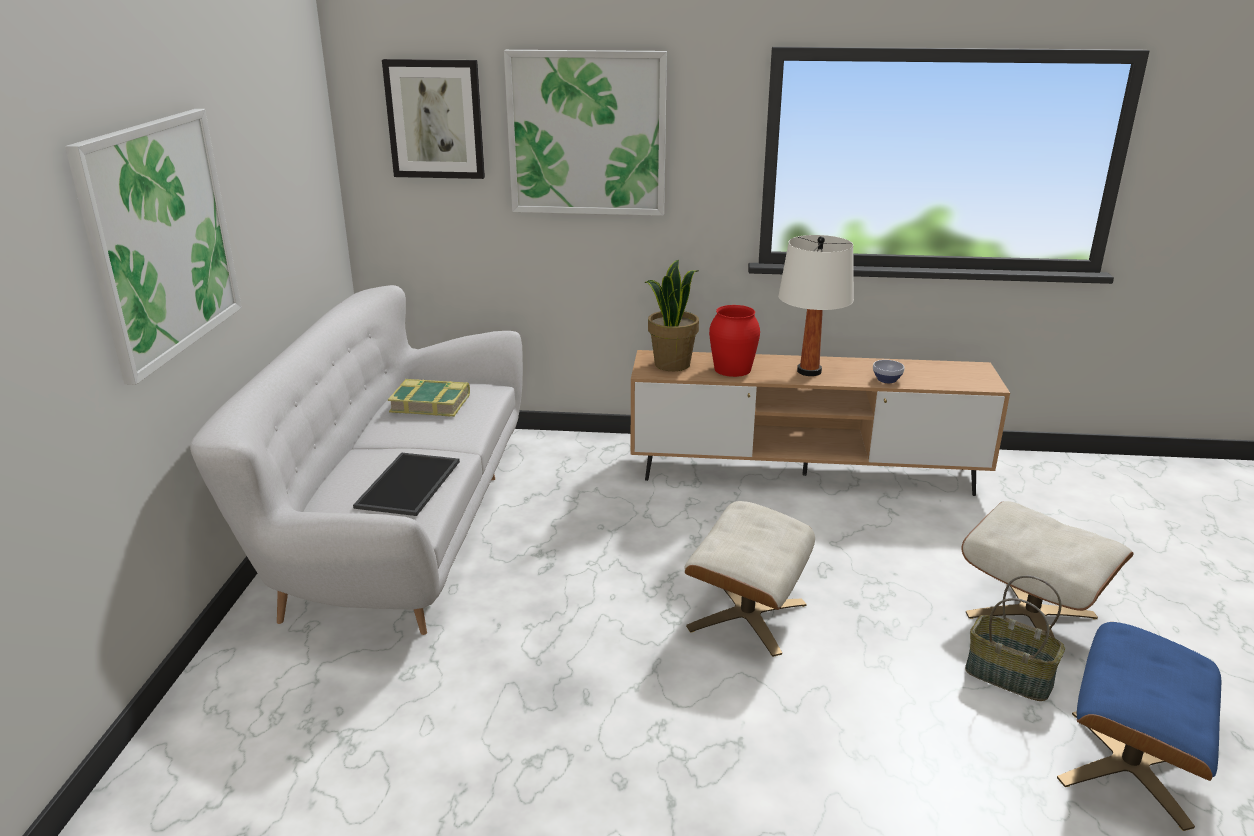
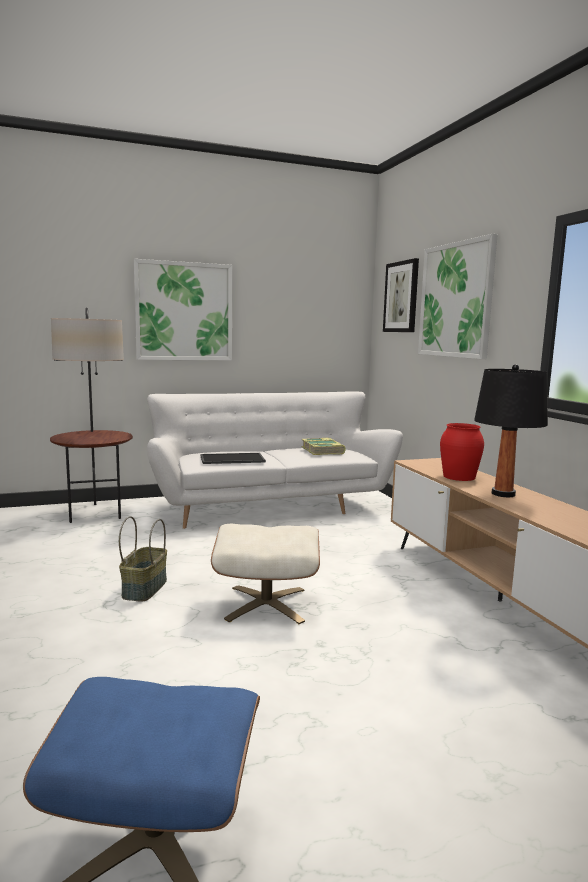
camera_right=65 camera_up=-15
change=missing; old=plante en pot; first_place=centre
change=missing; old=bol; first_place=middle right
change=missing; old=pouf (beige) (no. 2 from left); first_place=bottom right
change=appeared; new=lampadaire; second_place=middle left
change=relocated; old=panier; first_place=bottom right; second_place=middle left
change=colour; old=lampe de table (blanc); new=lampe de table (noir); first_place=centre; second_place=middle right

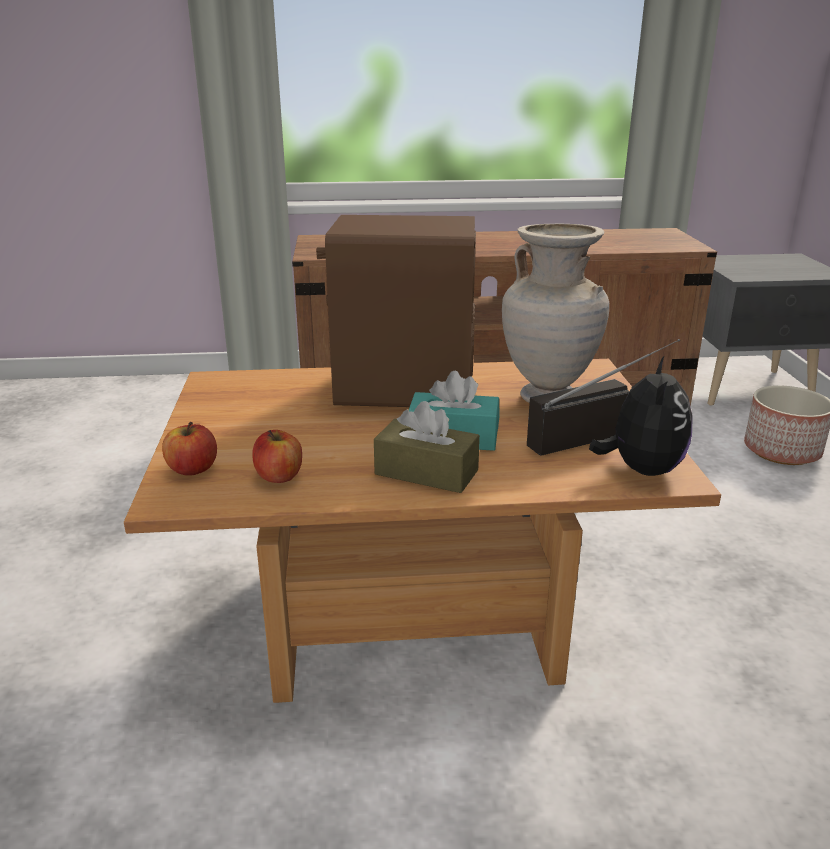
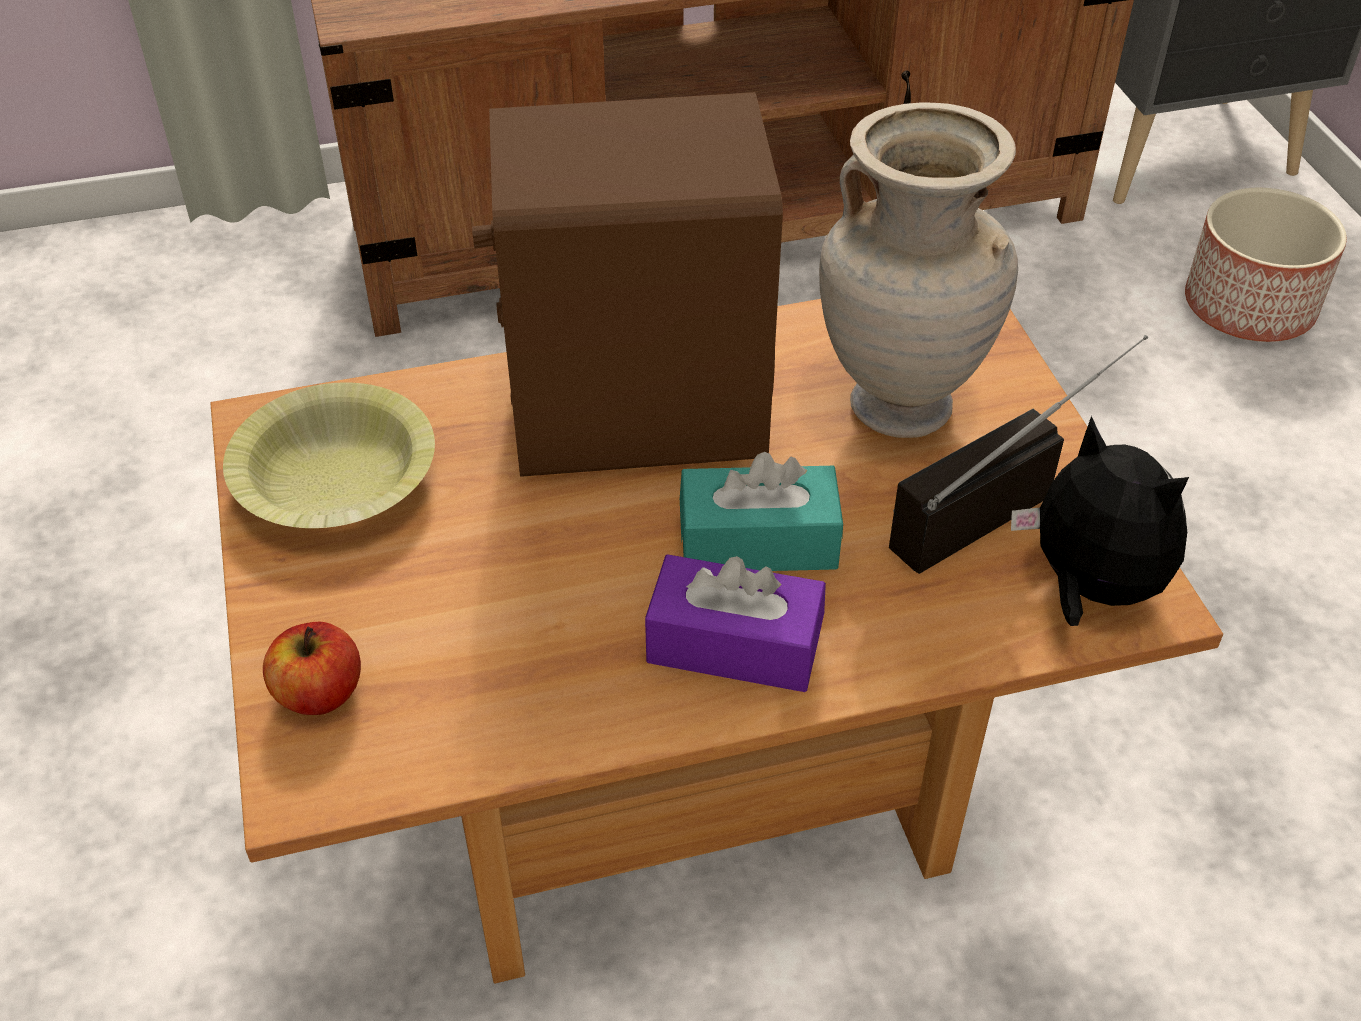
camera_right=-10 camera_up=20
change=missing; old=pomme (no. 2 from left); first_place=centre
change=appeared; new=bol (jaune); second_place=middle left
change=colour; old=boîte à mouchoirs (marron); new=boîte à mouchoirs (violet); first_place=centre; second_place=centre
change=spun; old=peluche; first_place=middle right; second_place=middle right; degrees=-45

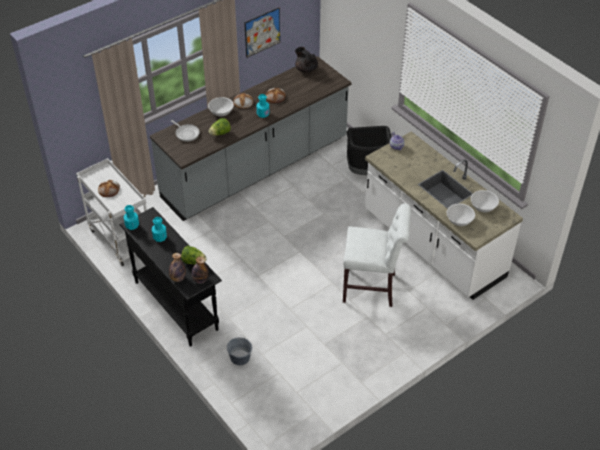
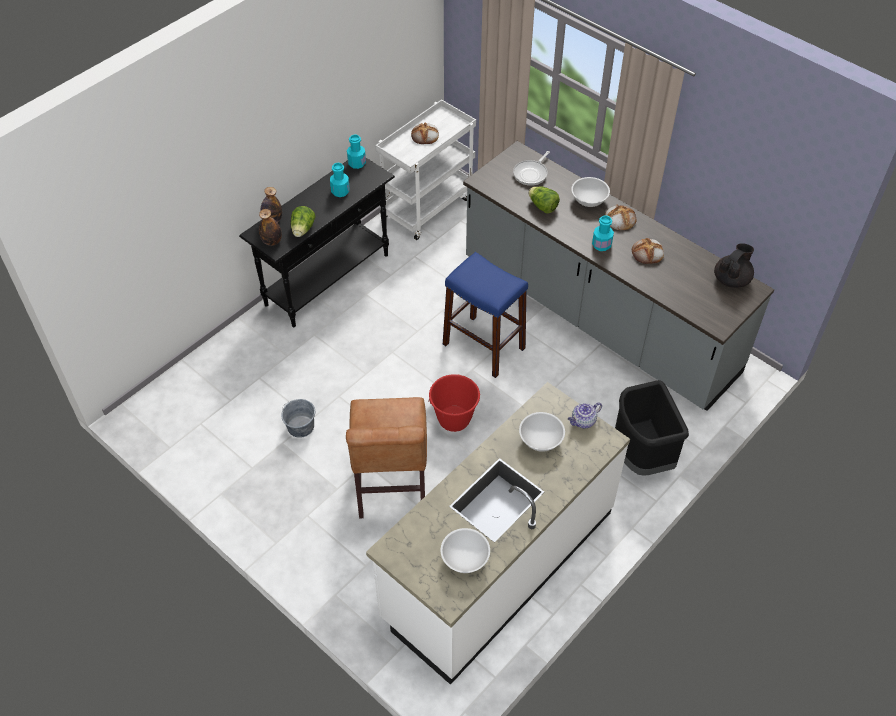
camera_right=80 camera_up=5
change=missing; old=tableau; first_place=top centre
change=appeared; new=seau (rouge); second_place=centre
change=appeared; new=tabouret (bleu); second_place=centre
change=relocated; old=seau (gris); first_place=bottom centre; second_place=middle left
change=relocated; old=bol (blanc) (no. 2 from left); first_place=middle right; second_place=centre
change=colour; old=chaise (blanc); new=chaise (marron); first_place=centre; second_place=centre

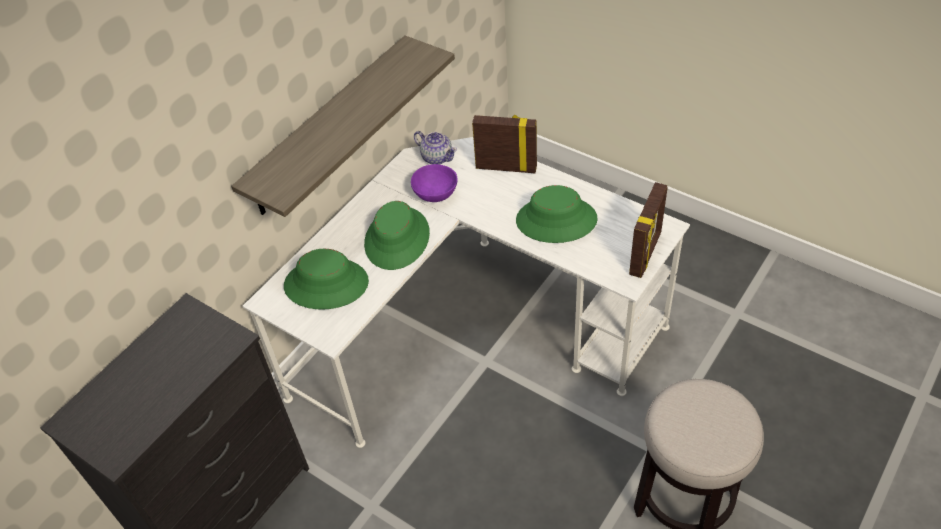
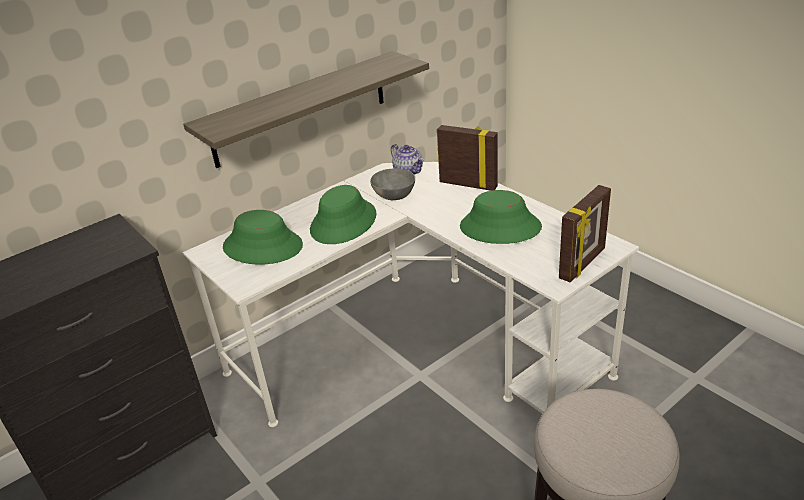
camera_right=15 camera_up=-15
change=colour; old=bol (violet); new=bol (gris); first_place=centre; second_place=centre

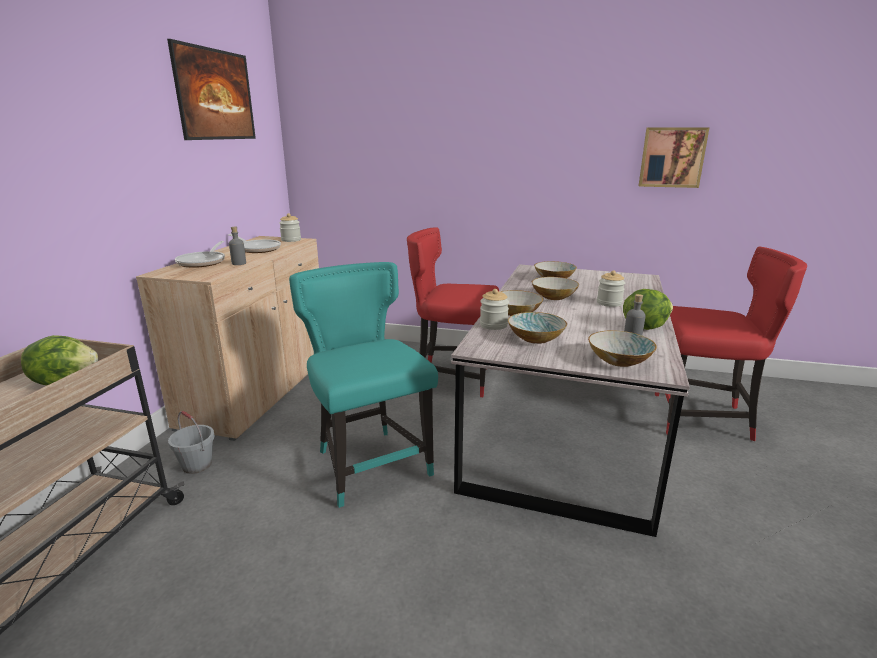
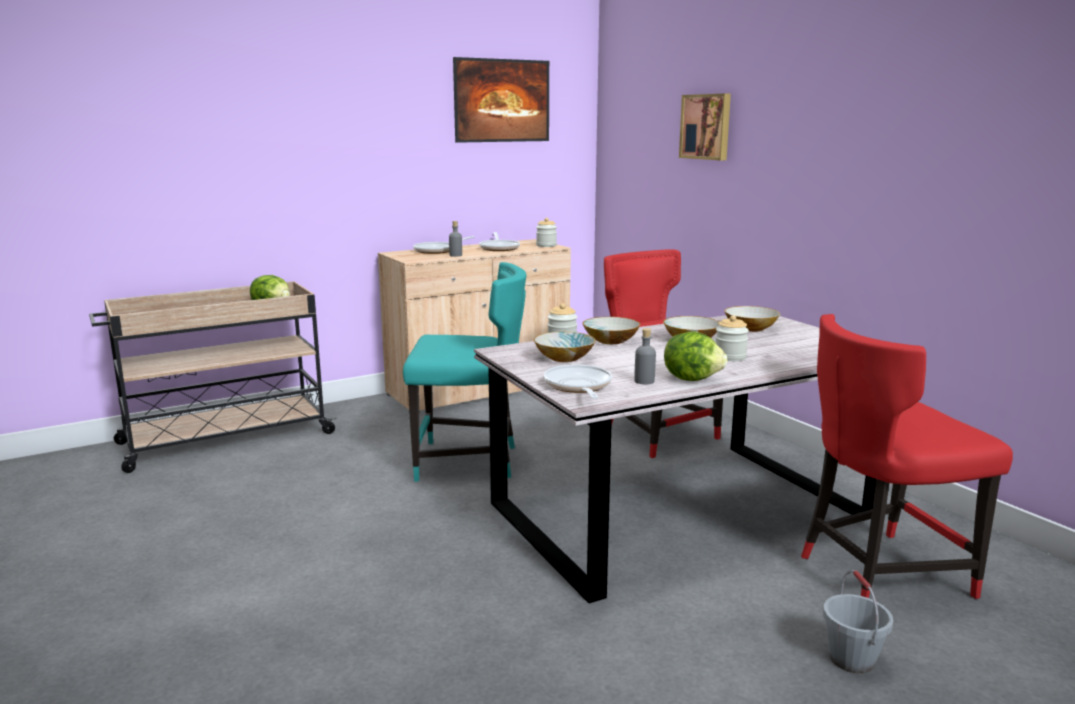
camera_right=45 camera_up=-5
change=relocated; old=seau (gris); first_place=bottom left; second_place=bottom right
change=relocated; old=tableau (no. 2 from left); first_place=top right; second_place=top centre
change=exchanged; old=bol (no. 5 from left); new=poêle (no. 3 from left); first_place=middle right; second_place=centre
change=spun; old=chaise (turquoise); first_place=centre; second_place=centre; degrees=75
change=spun; old=chaise (rouge) (no. 2 from left); first_place=middle right; second_place=middle right; degrees=105

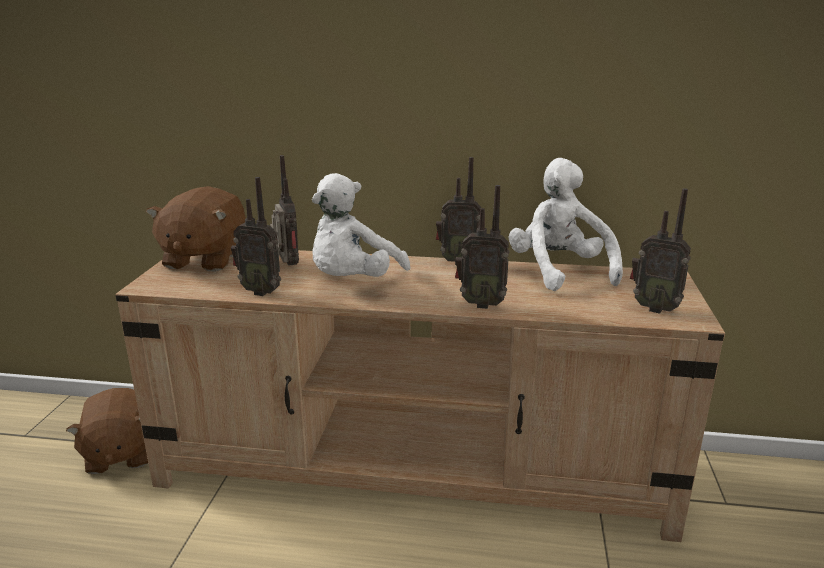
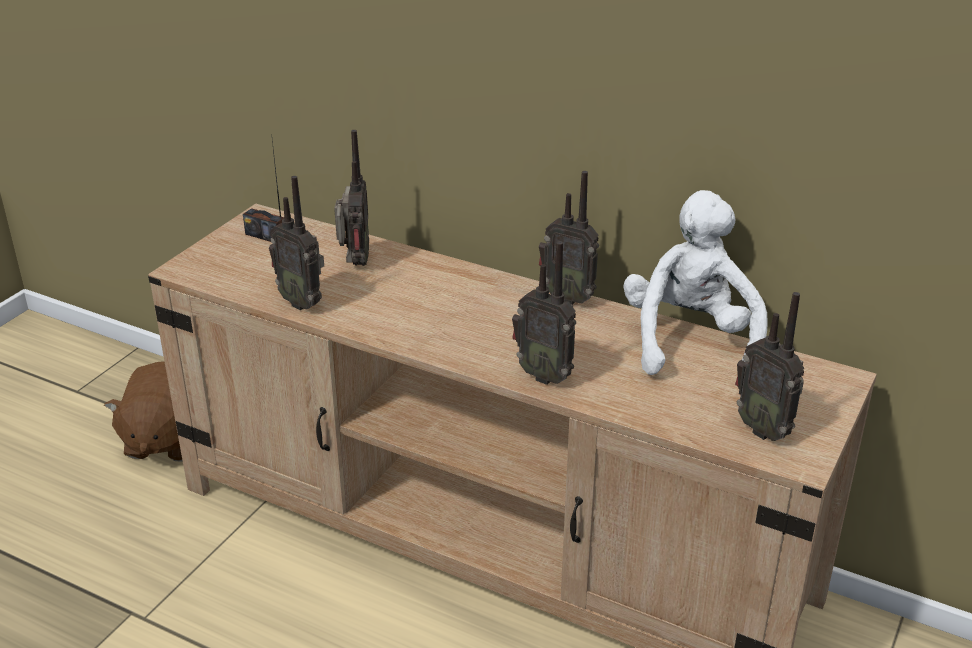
camera_right=20 camera_up=10
change=missing; old=peluche (blanc) (no. 1 from left); first_place=centre
change=exchanged; old=peluche (marron) (no. 2 from left); new=radio (no. 1 from left); first_place=middle left; second_place=top left

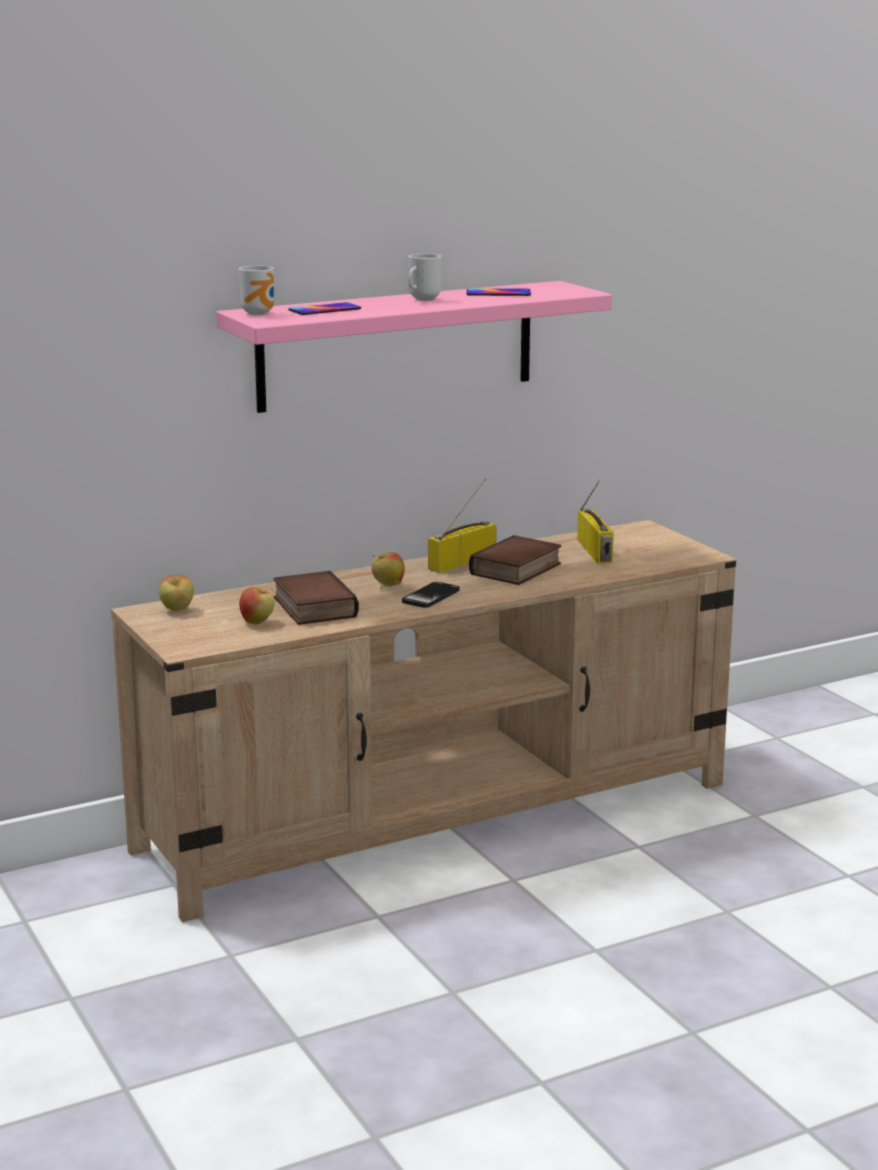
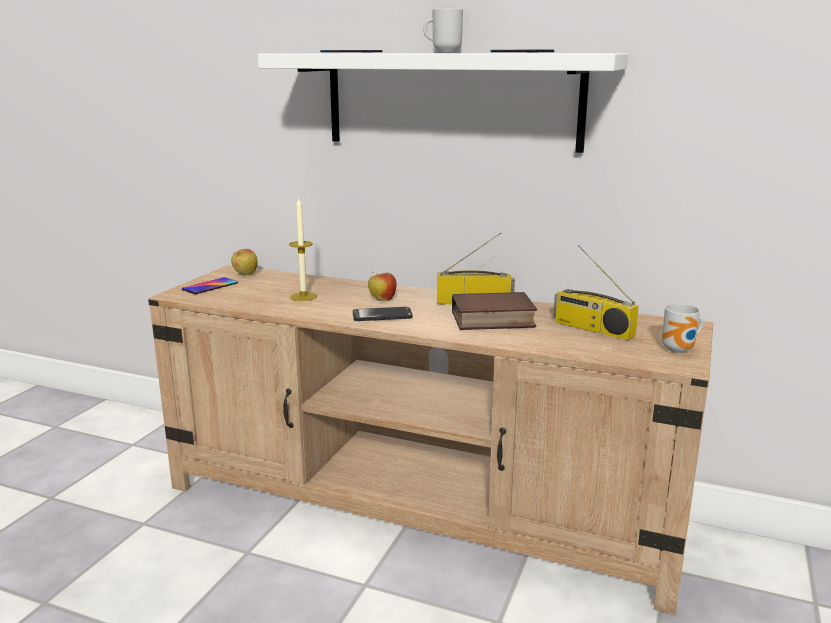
camera_right=50 camera_up=0
change=missing; old=pomme (no. 2 from left); first_place=middle left
change=appeared; new=téléphone (no. 1 from left); second_place=middle left
change=relocated; old=mug (no. 1 from left in the first image); new=mug (no. 2 from left); first_place=top left; second_place=middle right
change=exchanged; old=livre (no. 1 from left); new=bougie; first_place=centre; second_place=centre
change=colour; old=étagère (rose); new=étagère (blanc); first_place=top centre; second_place=top centre
change=spun; old=radio (no. 2 from left); first_place=middle right; second_place=middle right; degrees=90

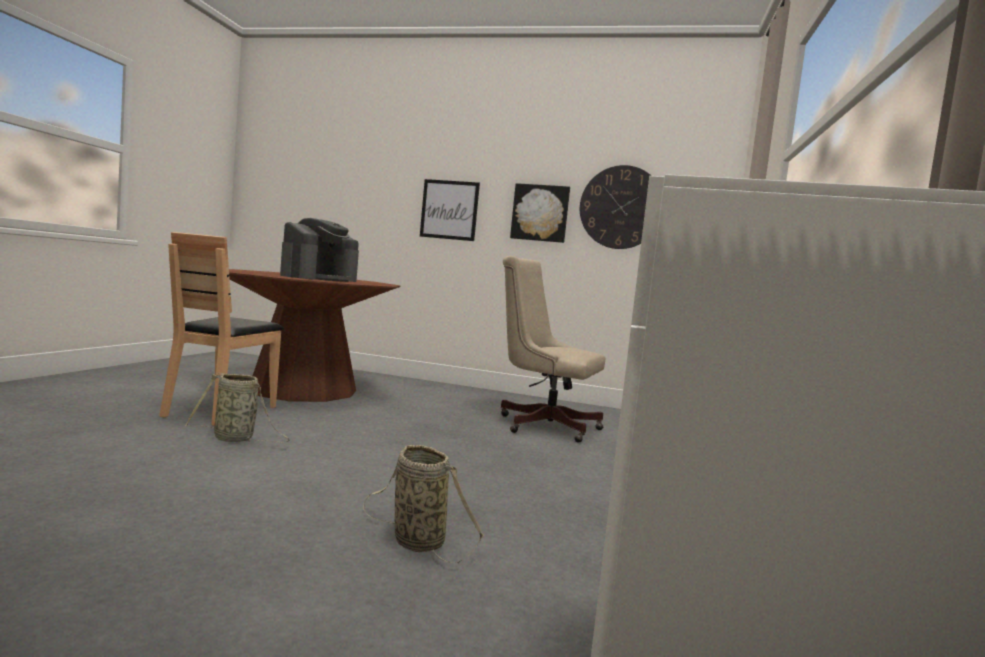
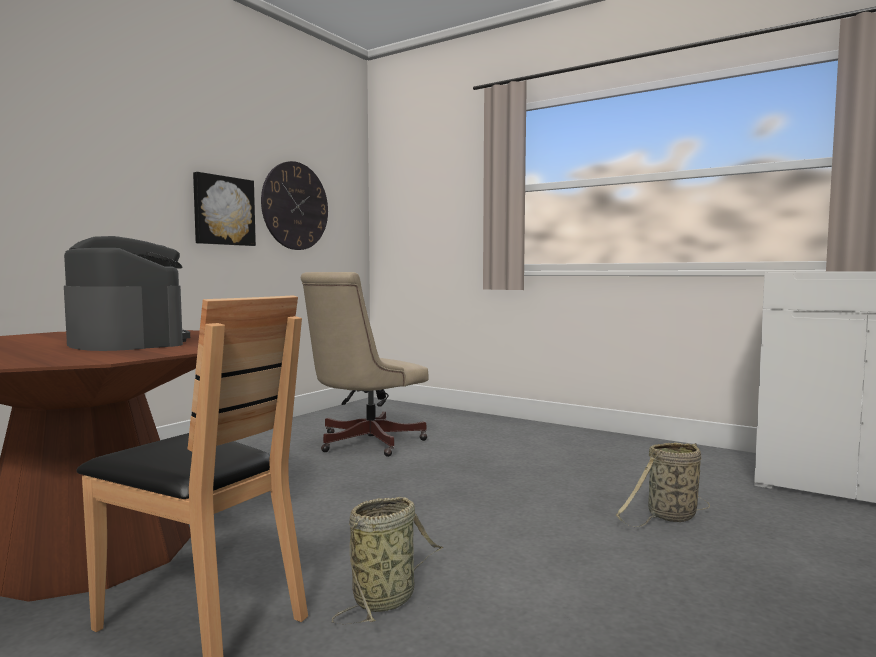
camera_right=-70 camera_up=0
change=missing; old=tableau (no. 1 from left); first_place=top centre

